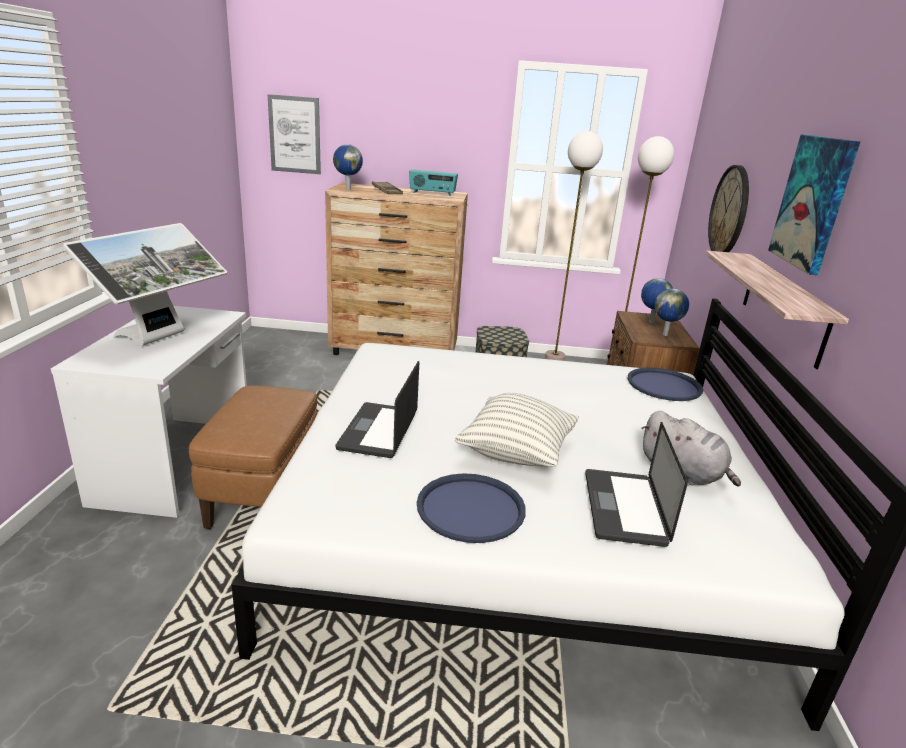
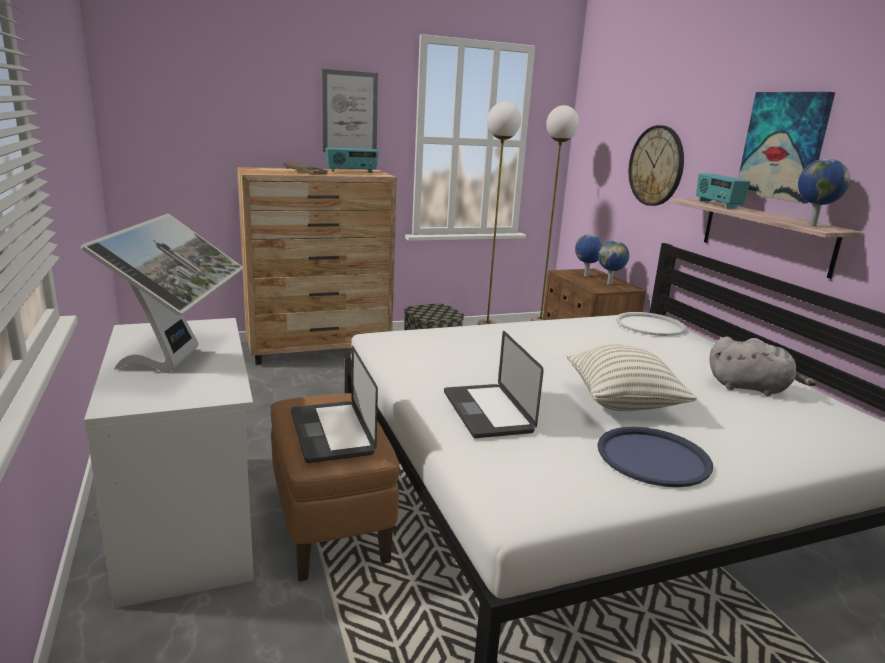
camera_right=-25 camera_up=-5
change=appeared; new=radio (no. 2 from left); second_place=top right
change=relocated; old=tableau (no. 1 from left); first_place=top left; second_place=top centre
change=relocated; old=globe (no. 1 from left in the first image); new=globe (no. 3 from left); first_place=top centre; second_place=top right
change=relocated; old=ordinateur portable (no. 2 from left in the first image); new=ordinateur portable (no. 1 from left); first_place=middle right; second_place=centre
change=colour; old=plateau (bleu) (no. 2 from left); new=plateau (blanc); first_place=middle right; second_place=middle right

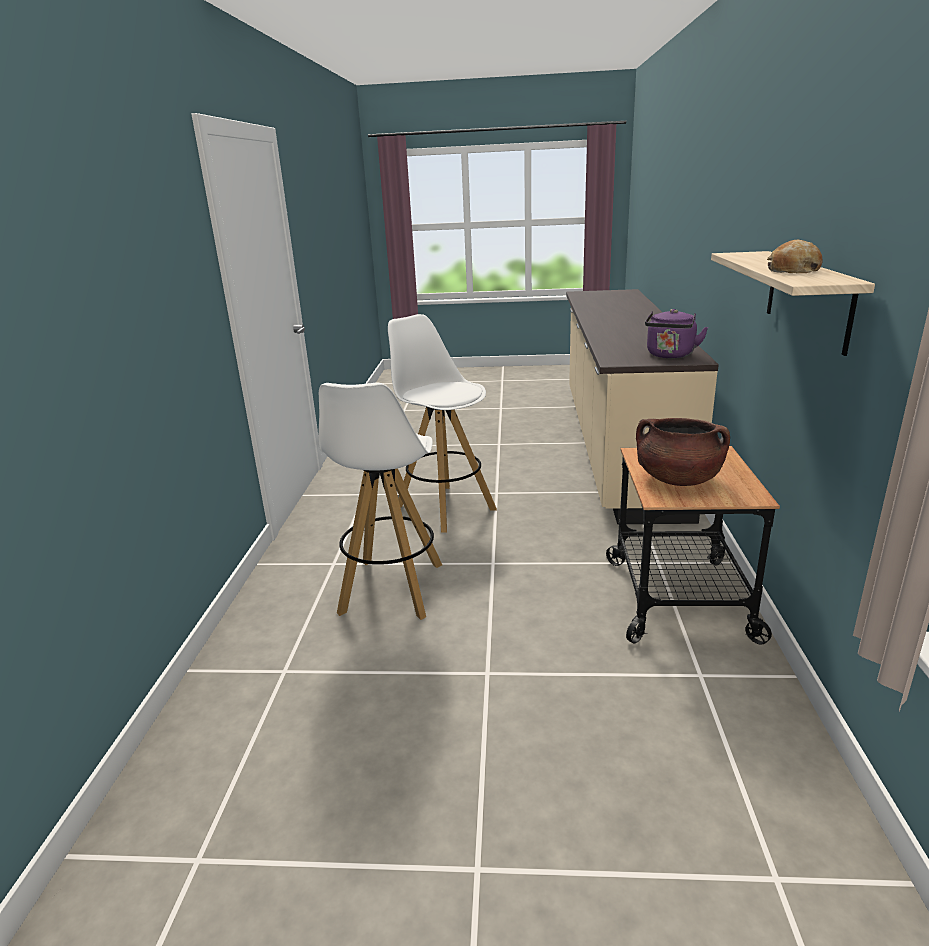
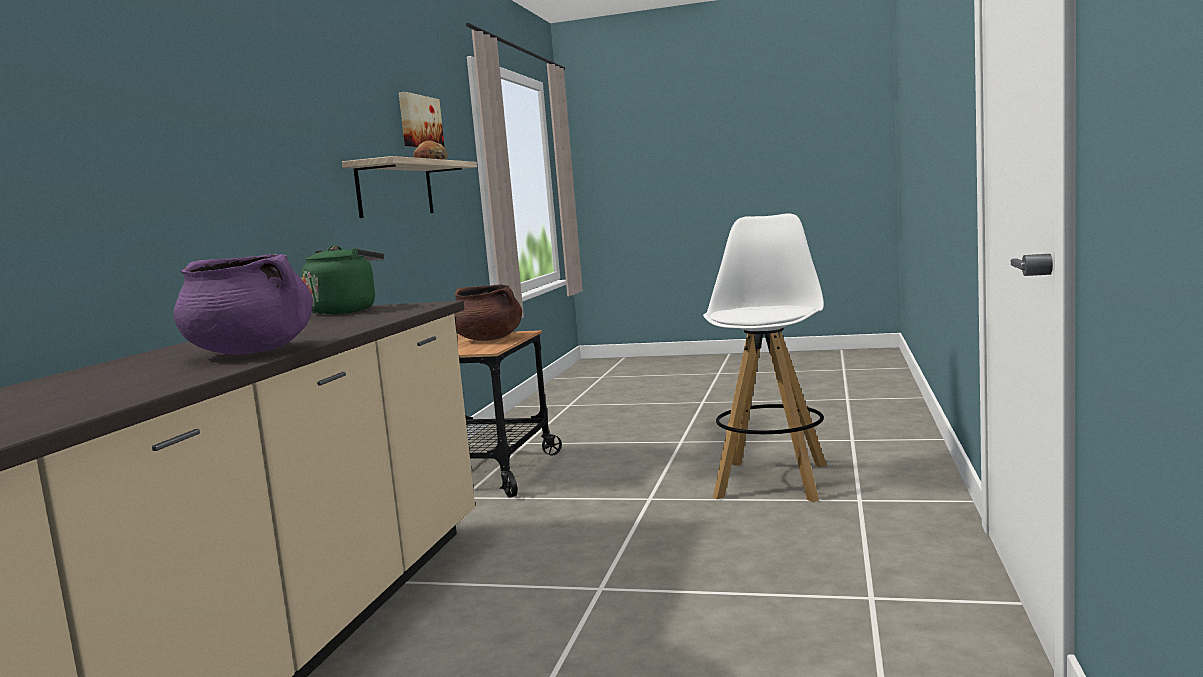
camera_right=-170 camera_up=-15
change=missing; old=tabouret (blanc) (no. 2 from left); first_place=centre
change=appeared; new=marmite (violet); second_place=middle left
change=appeared; new=tableau; second_place=top centre
change=colour; old=bouilloire (violet); new=bouilloire (vert); first_place=middle right; second_place=middle left

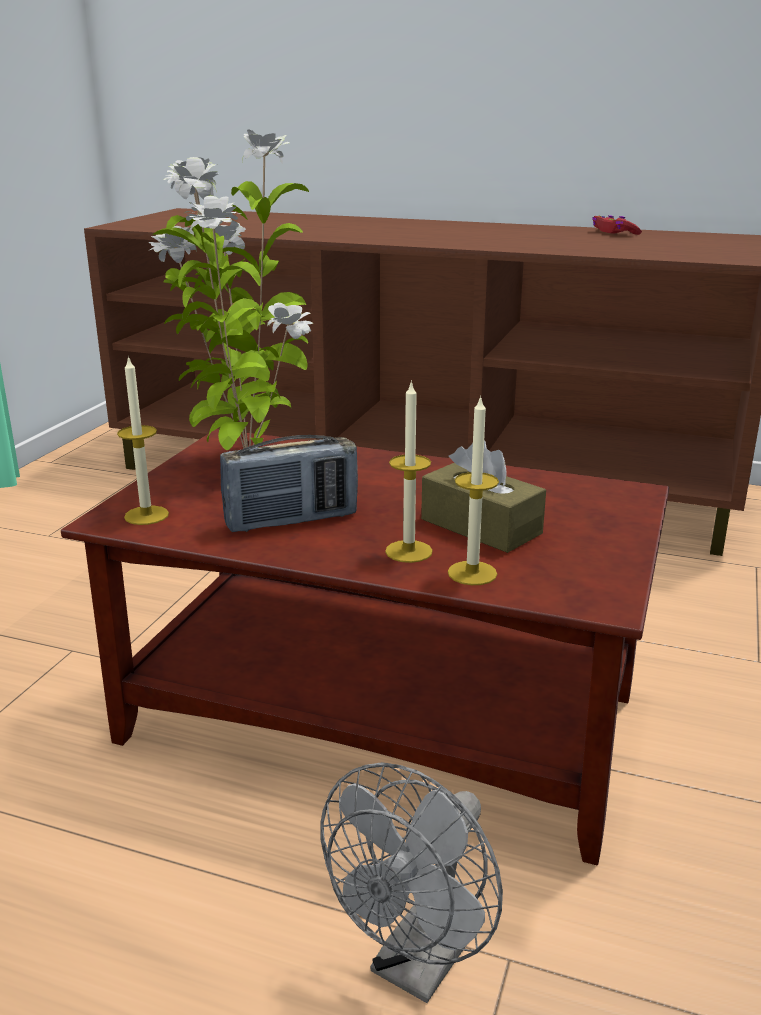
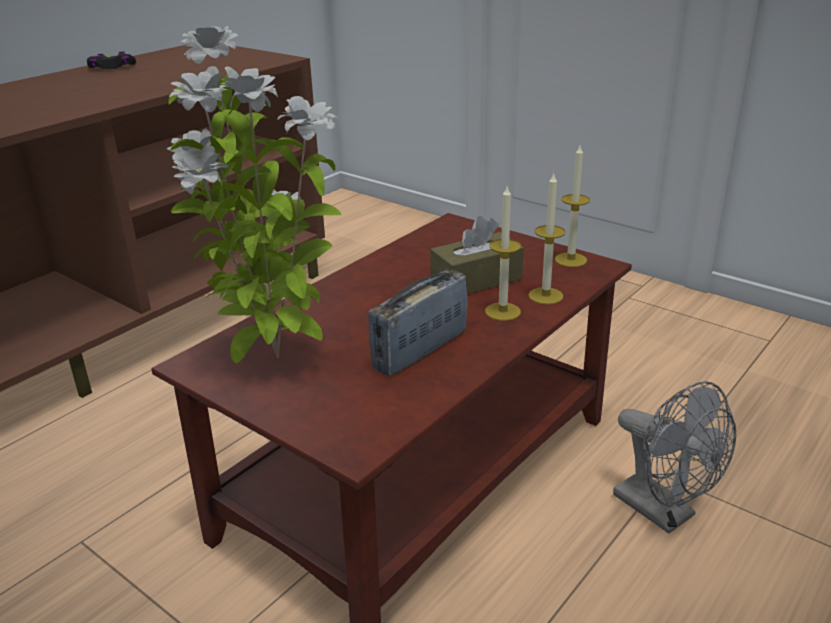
camera_right=-70 camera_up=5
change=relocated; old=bougie (no. 1 from left in the first image); new=bougie (no. 3 from left); first_place=middle left; second_place=top right
change=colour; old=manette (rouge); new=manette (noir); first_place=top right; second_place=top left
change=spun; old=radio; first_place=centre; second_place=centre; degrees=-135

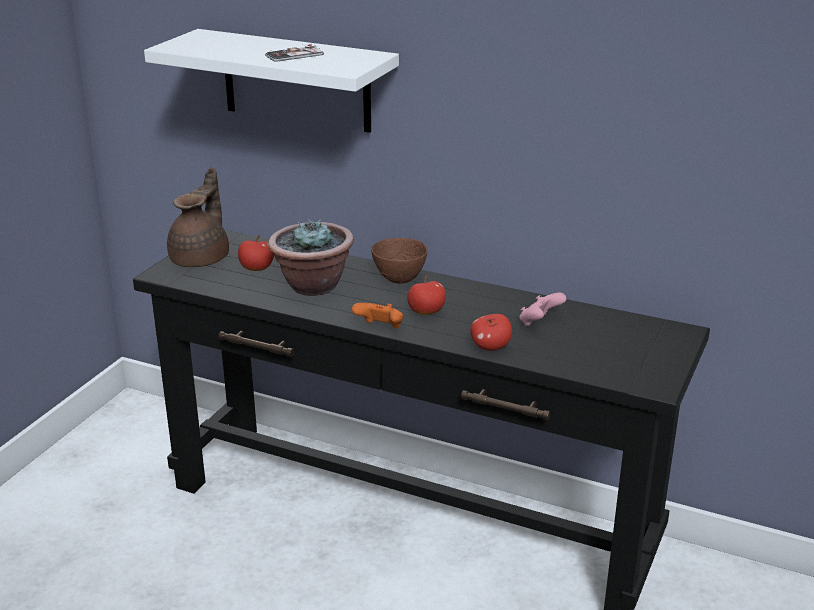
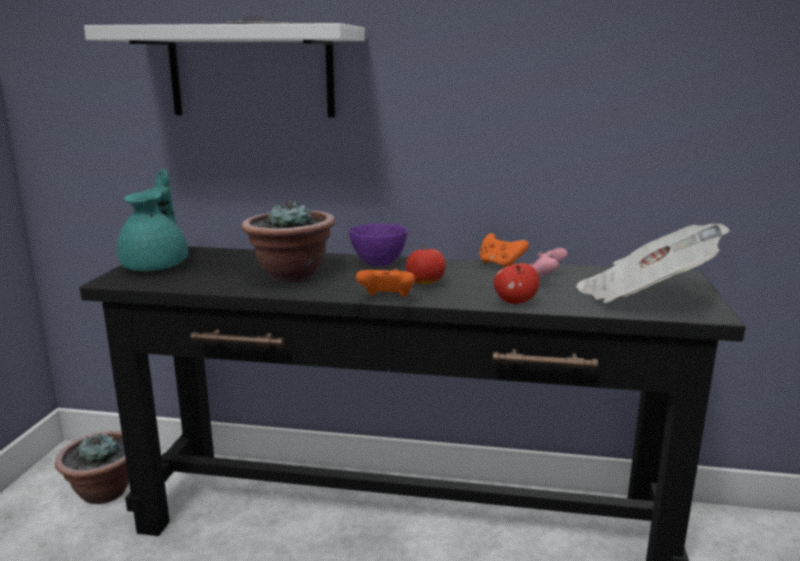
camera_right=-15 camera_up=-10
change=missing; old=pomme (no. 1 from left); first_place=middle left
change=appeared; new=plante en pot (no. 1 from left); second_place=bottom left
change=appeared; new=manette (orange) (no. 2 from left); second_place=centre
change=appeared; new=journal; second_place=middle right
change=colour; old=théière (marron); new=théière (turquoise); first_place=middle left; second_place=middle left
change=colour; old=bol (marron); new=bol (violet); first_place=centre; second_place=centre

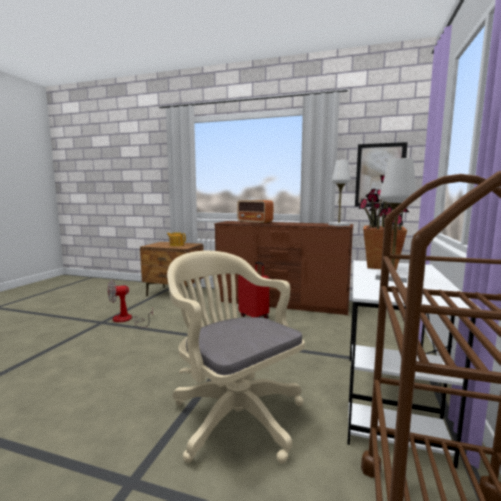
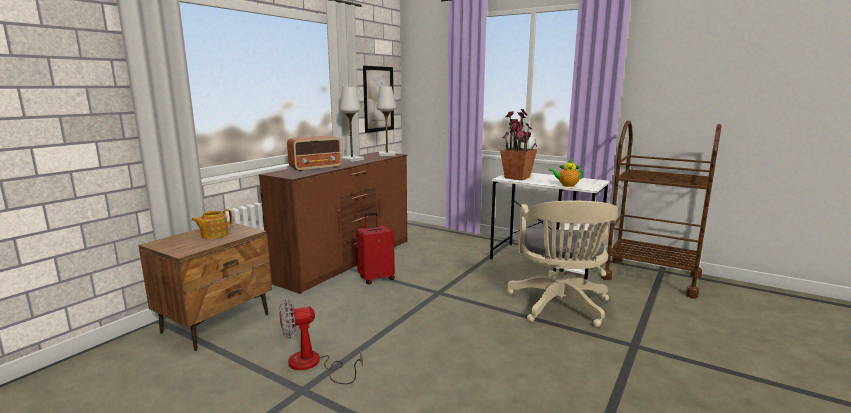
camera_right=-75 camera_up=5
change=appeared; new=théière (no. 2 from left); second_place=centre
change=relocated; old=lampe de table (blanc) (no. 2 from left in the first image); new=lampe de table (blanc) (no. 1 from left); first_place=middle right; second_place=top centre
change=spun; old=ventilateur; first_place=middle left; second_place=bottom centre; degrees=75
change=spun; old=chaise de bureau (beige); first_place=bottom centre; second_place=centre; degrees=-60

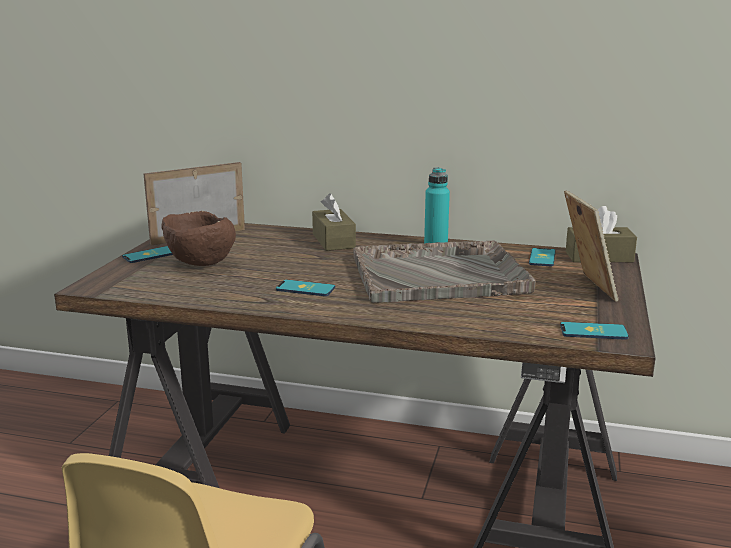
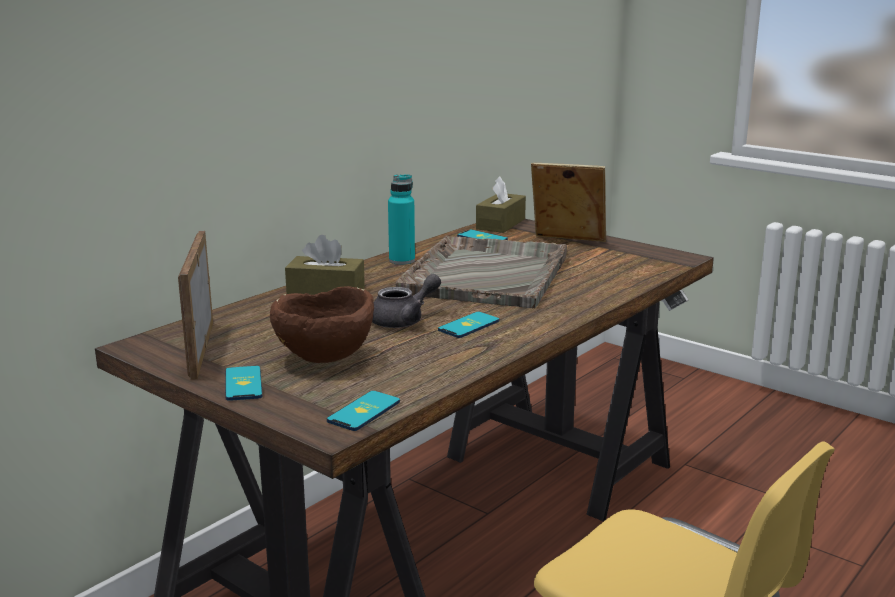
camera_right=-65 camera_up=0
change=appeared; new=théière (gris); second_place=centre
change=relocated; old=téléphone (no. 4 from left in the first image); new=téléphone (no. 2 from left); first_place=middle right; second_place=bottom centre

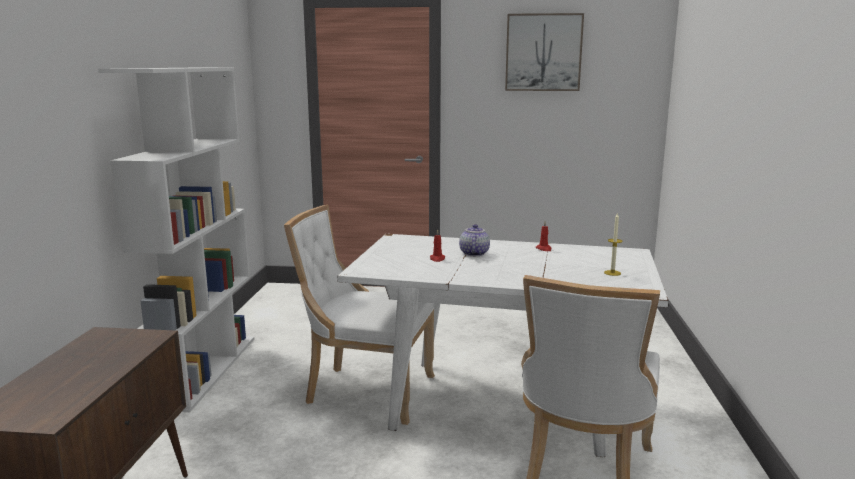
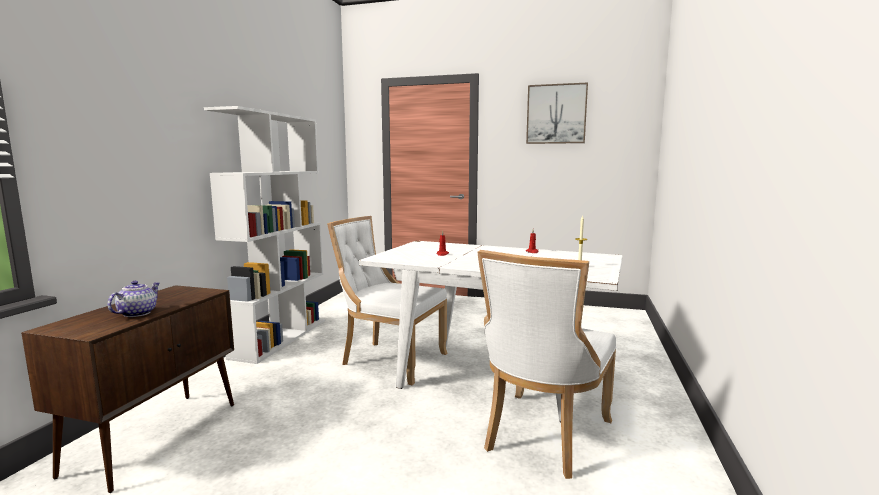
camera_right=10 camera_up=-5
change=relocated; old=théière; first_place=centre; second_place=middle left

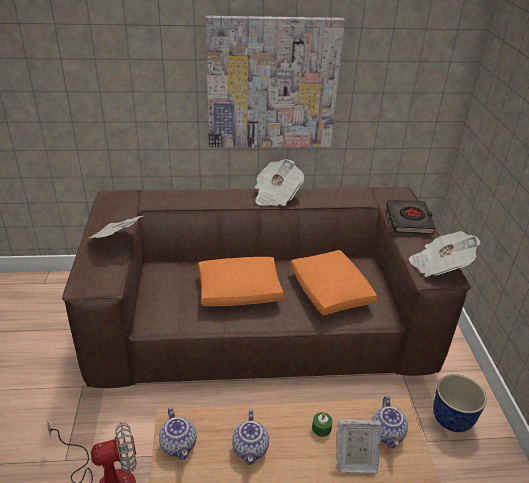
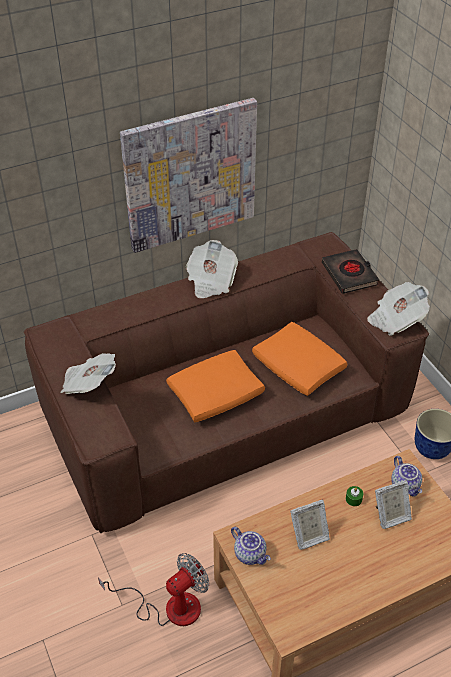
camera_right=-20 camera_up=10
change=exchanged; old=théière (no. 2 from left); new=cadre photo (no. 1 from left); first_place=bottom centre; second_place=bottom right

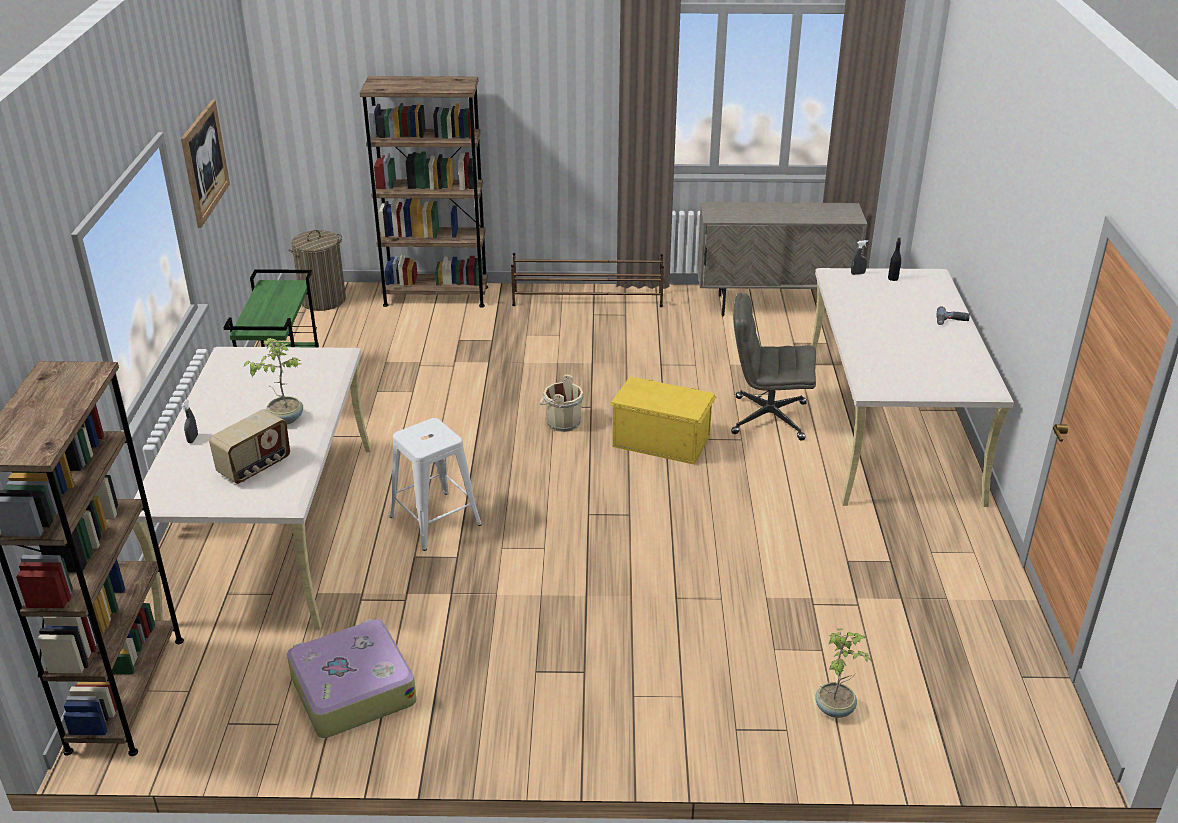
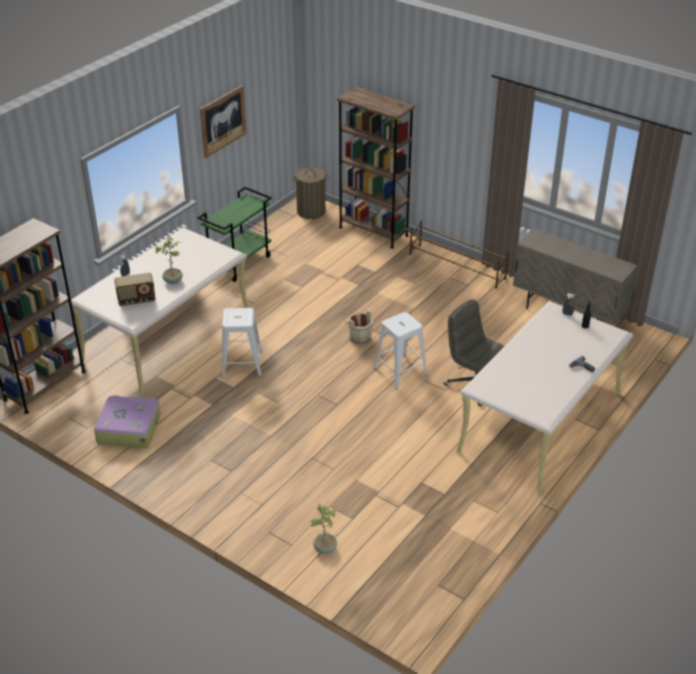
camera_right=35 camera_up=5
change=exchanged; old=boîte de rangement (jaune); new=tabouret (blanc) (no. 2 from left); first_place=centre; second_place=centre

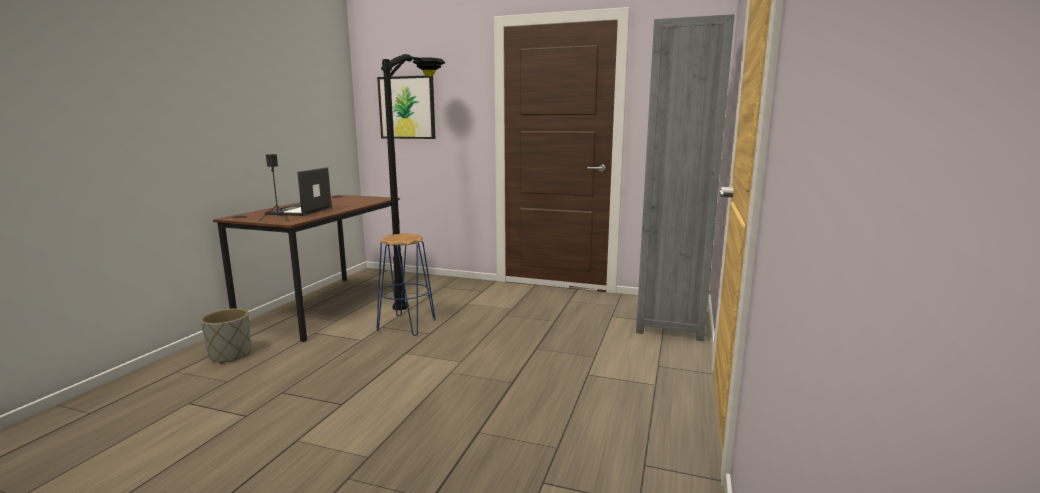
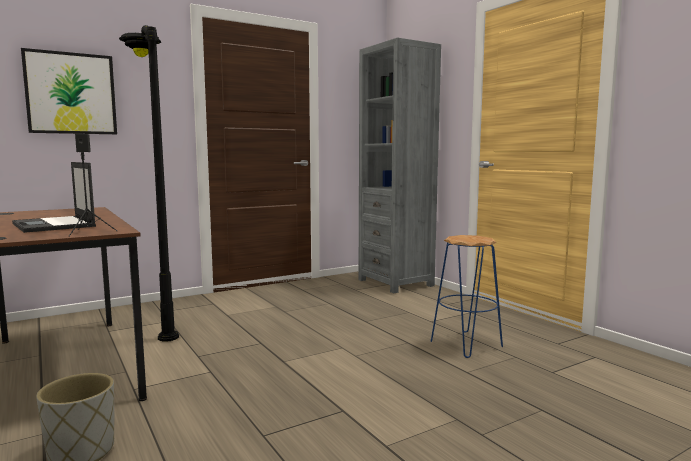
camera_right=-50 camera_up=-5
change=relocated; old=tabouret (bleu); first_place=centre; second_place=middle right

